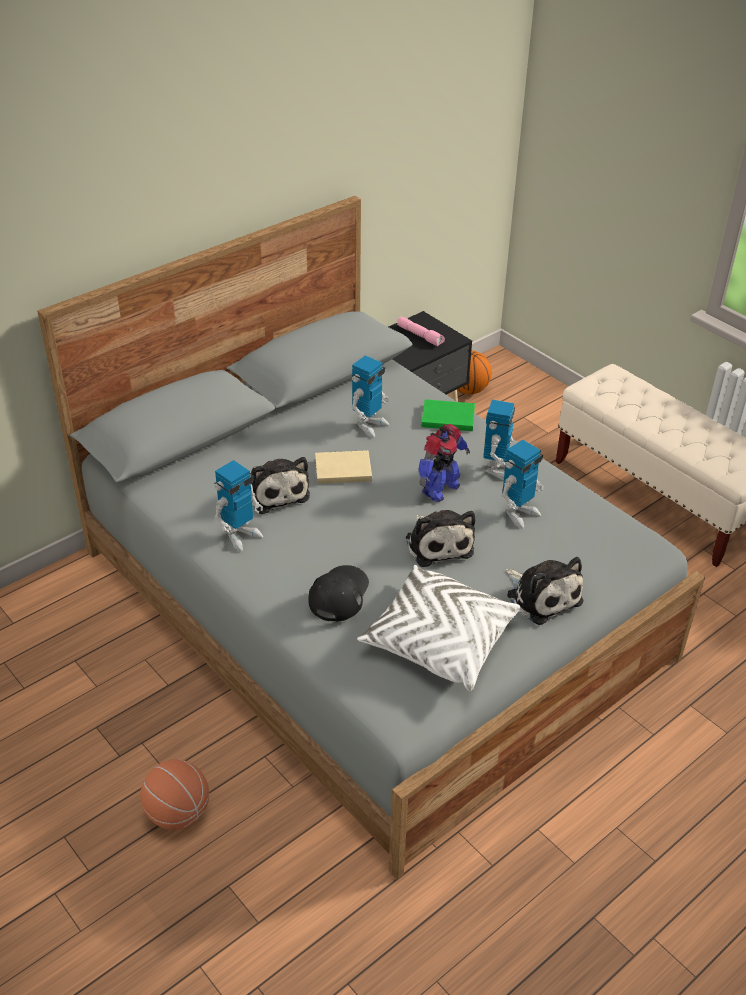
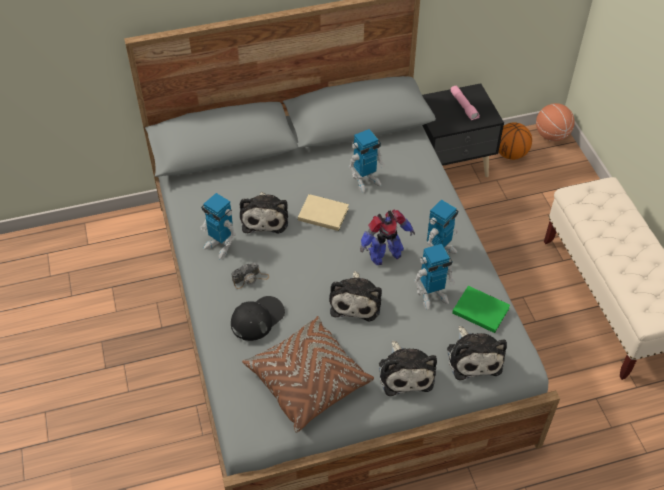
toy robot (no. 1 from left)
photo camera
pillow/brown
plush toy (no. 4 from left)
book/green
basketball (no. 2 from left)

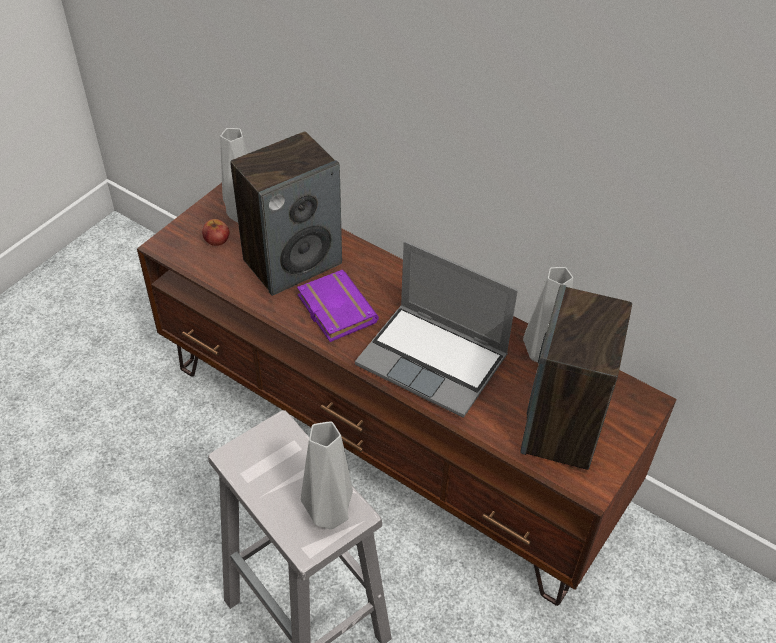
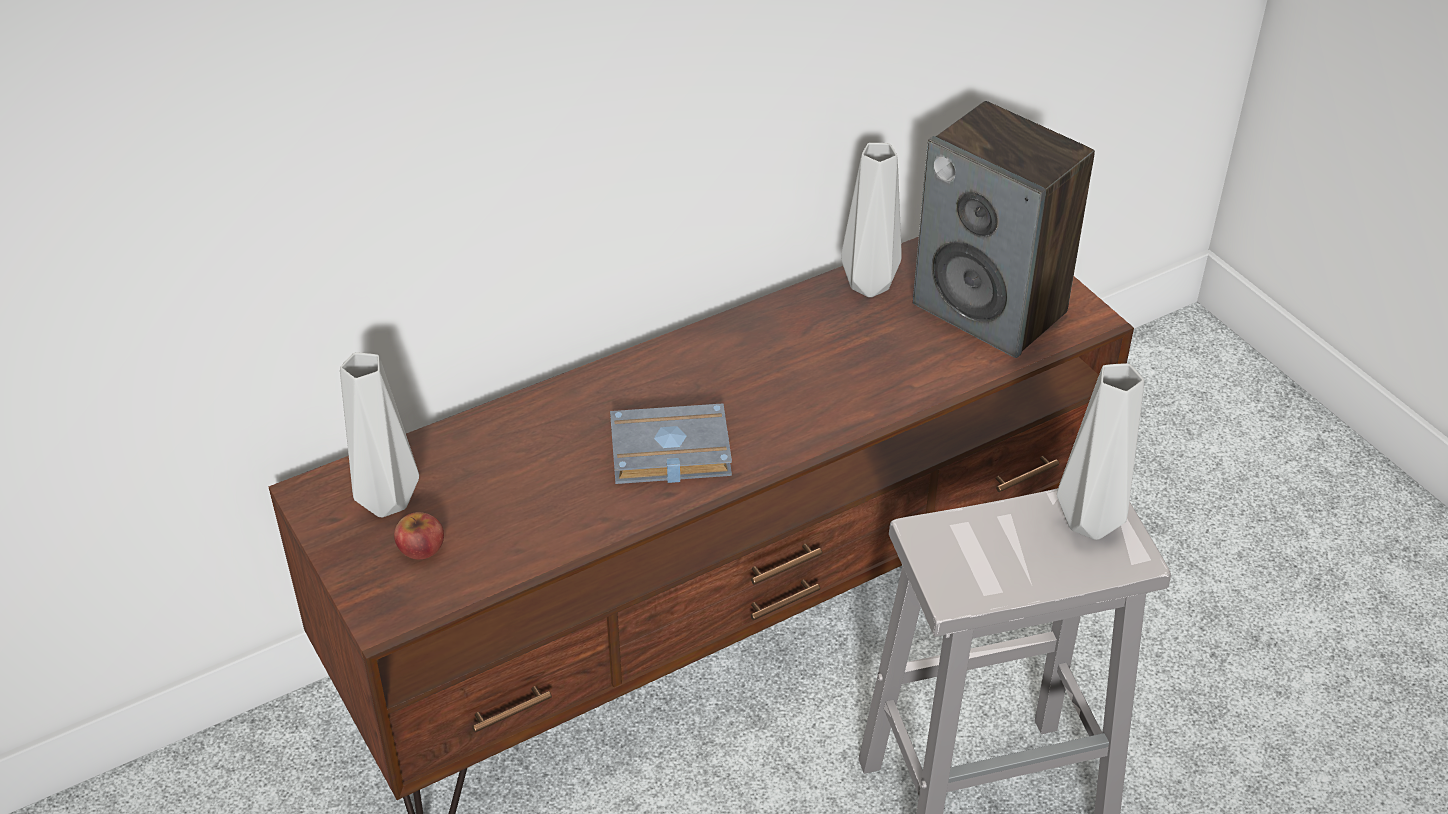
book/grey
speaker (no. 1 from left in the first image)
laptop

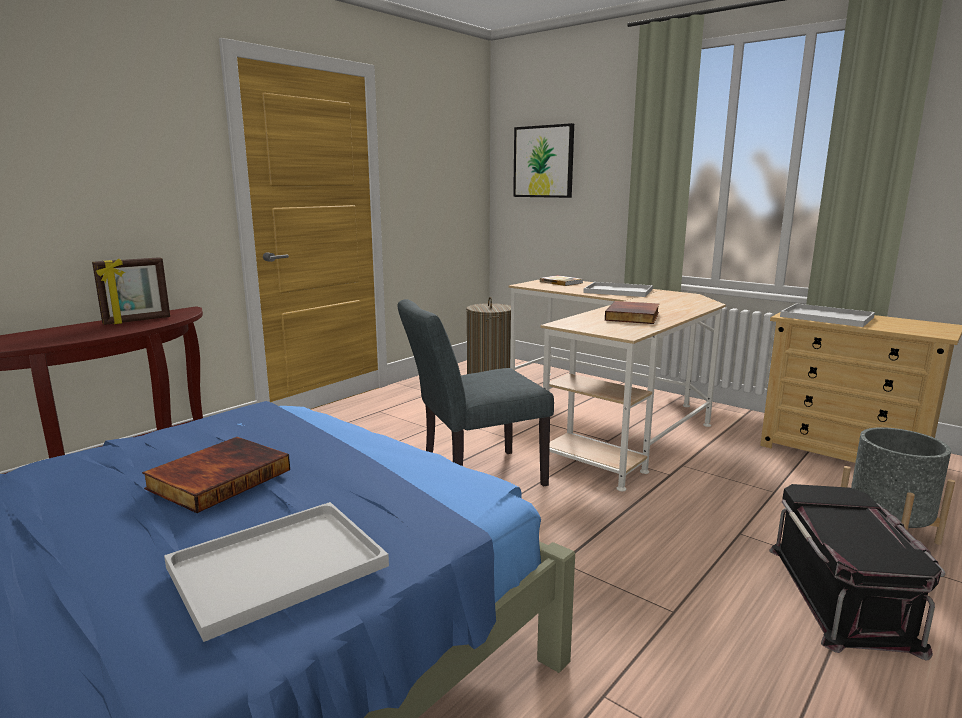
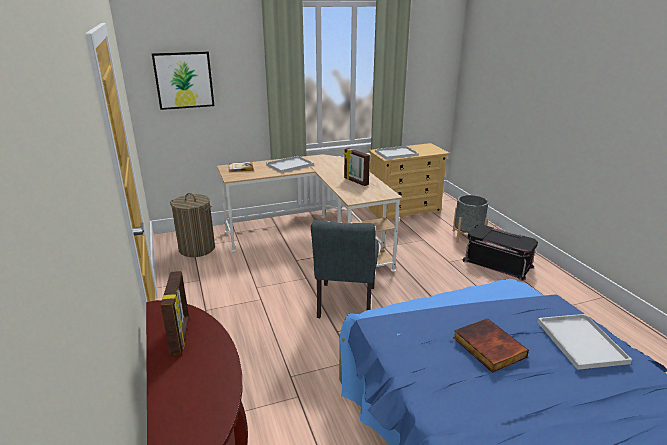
picture frame (no. 2 from left)

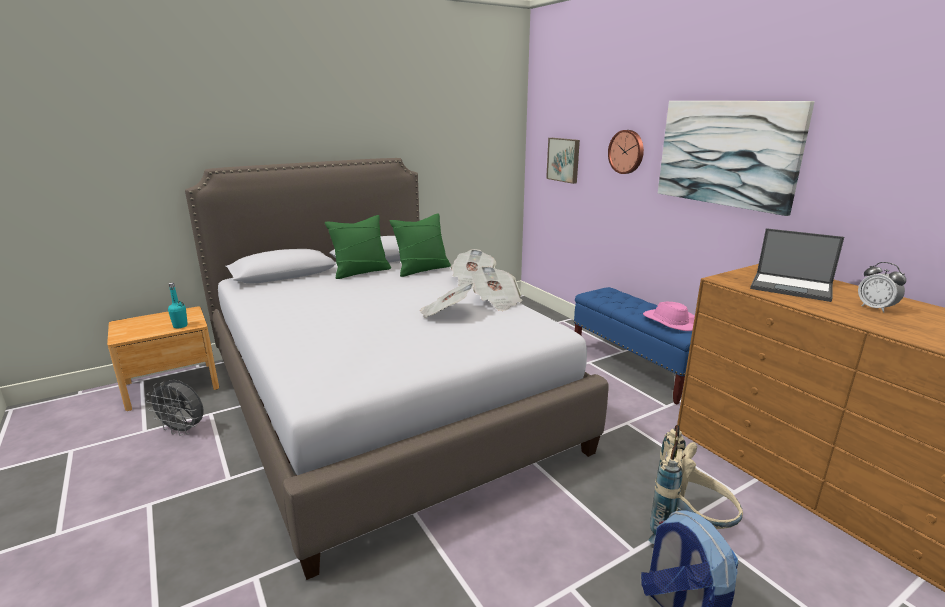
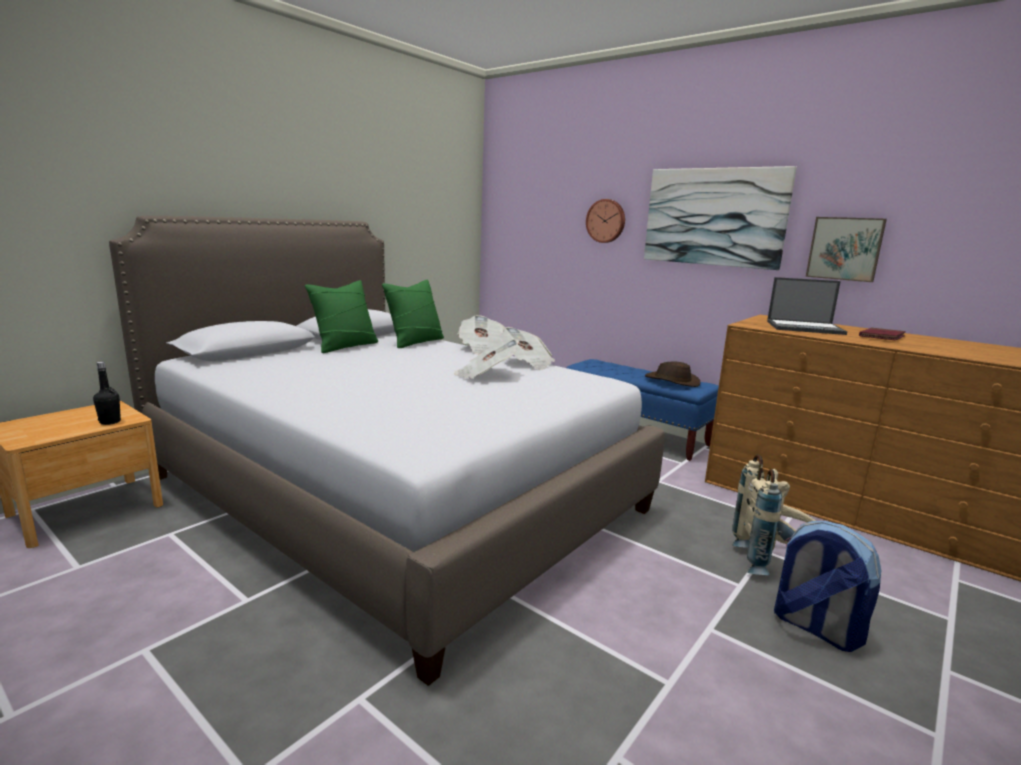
bottle/black
hat/brown
picture (no. 2 from left)
book/red
fan/grey

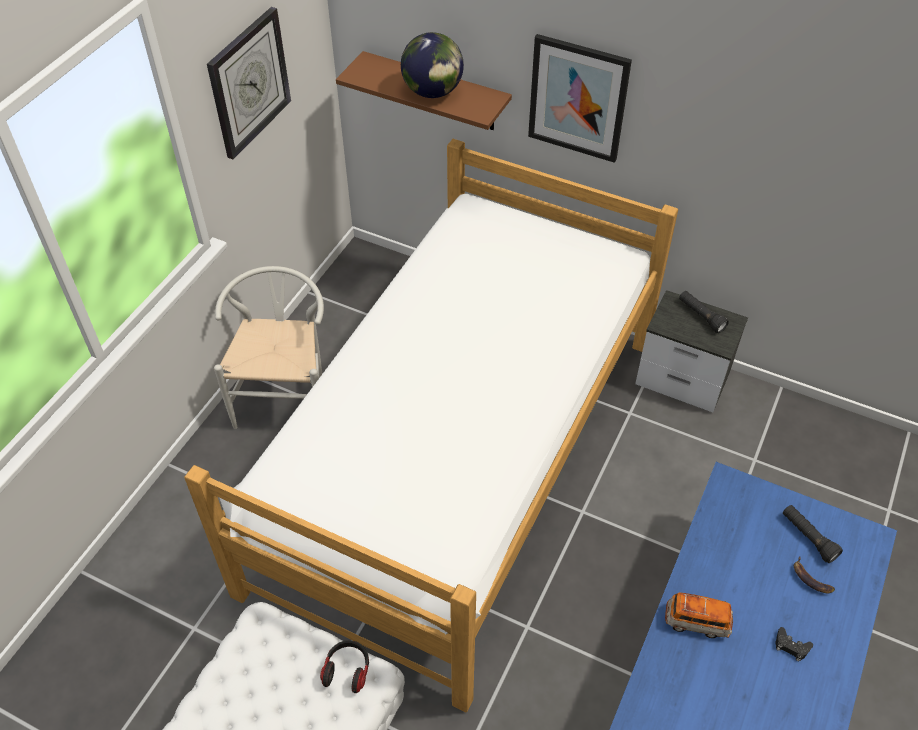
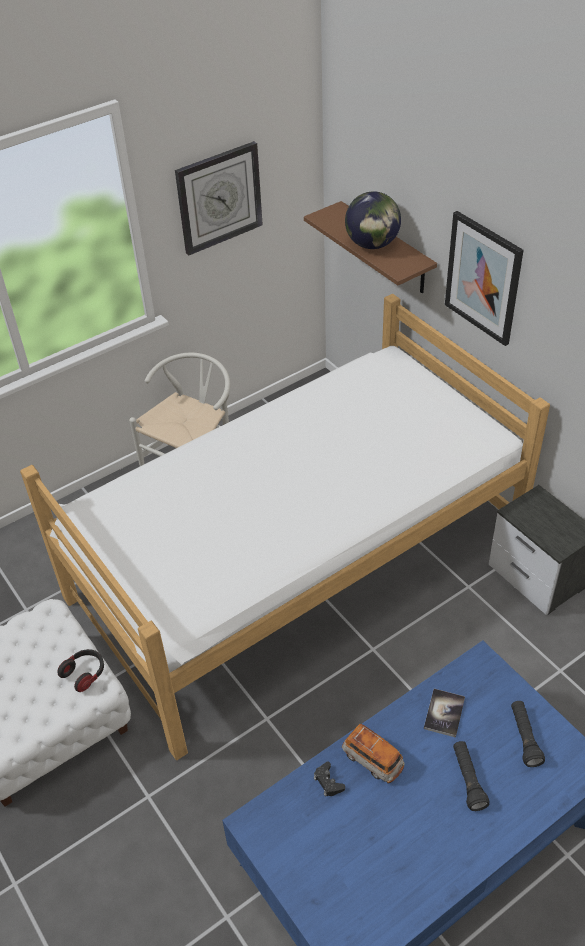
game controller/black
book
flashlight/black (no. 1 from left)
banana

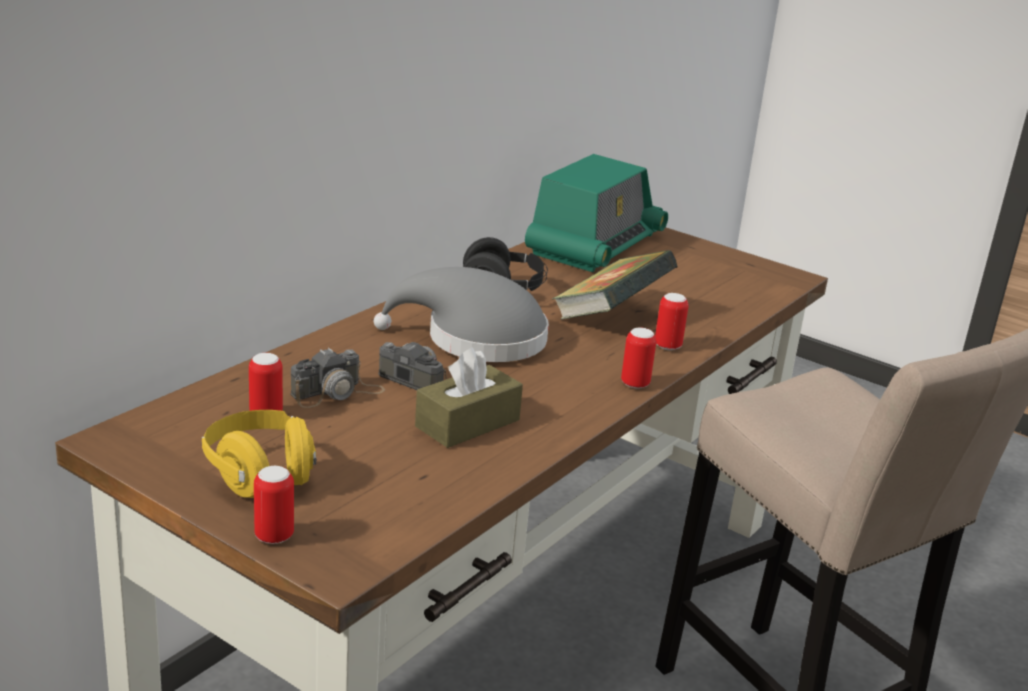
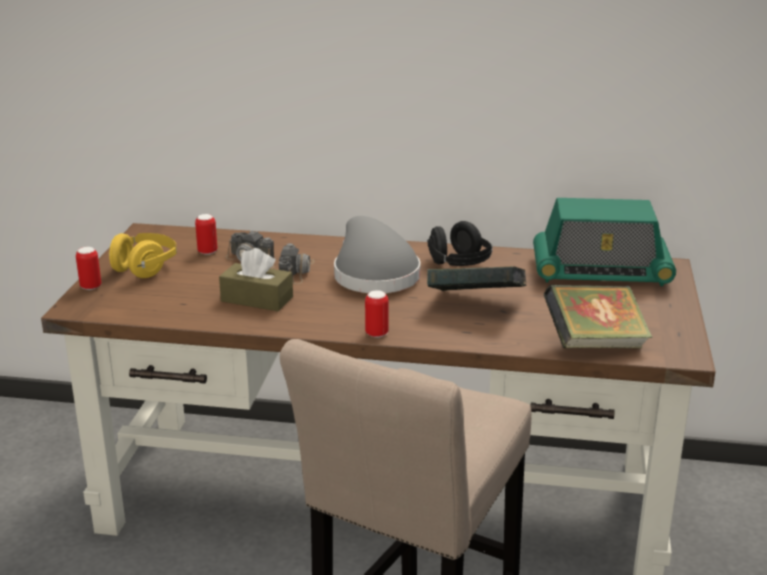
book (no. 2 from left)
can (no. 4 from left in the first image)

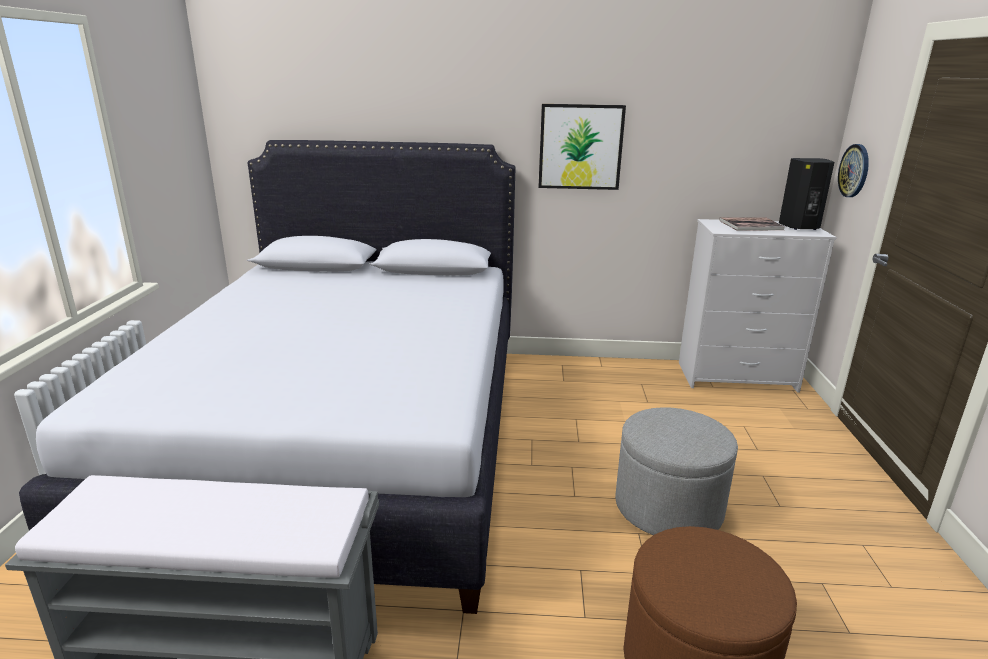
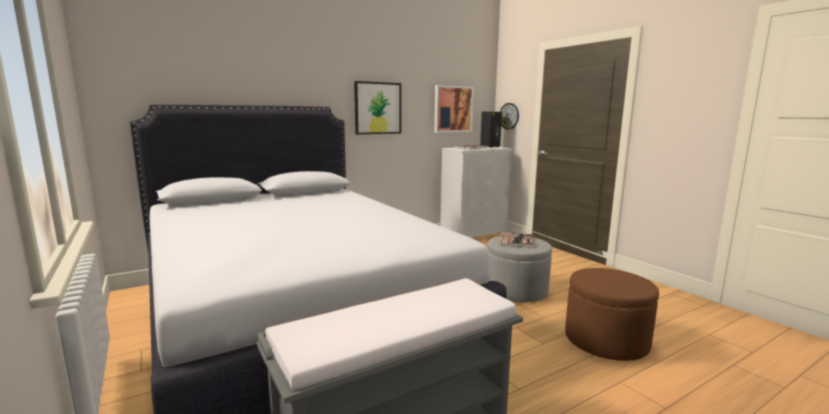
picture (no. 2 from left)
book (no. 2 from left)

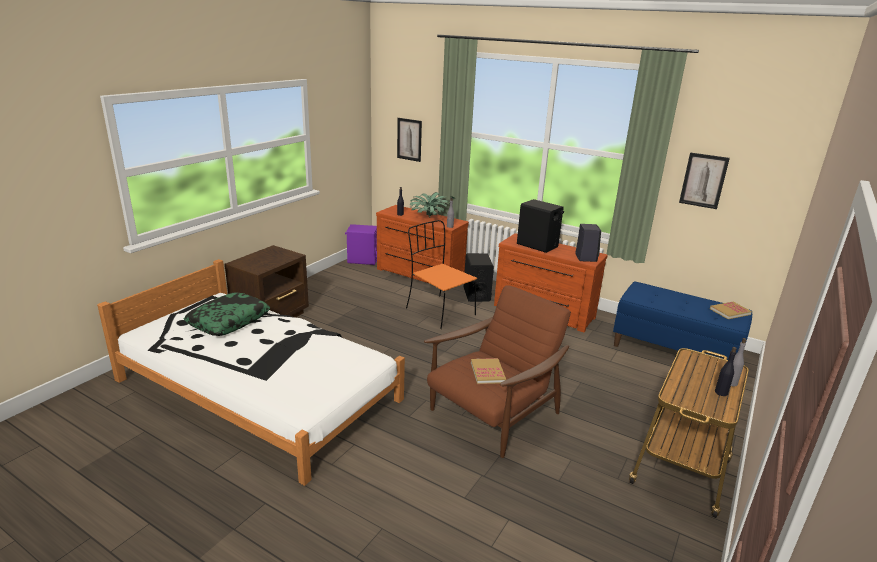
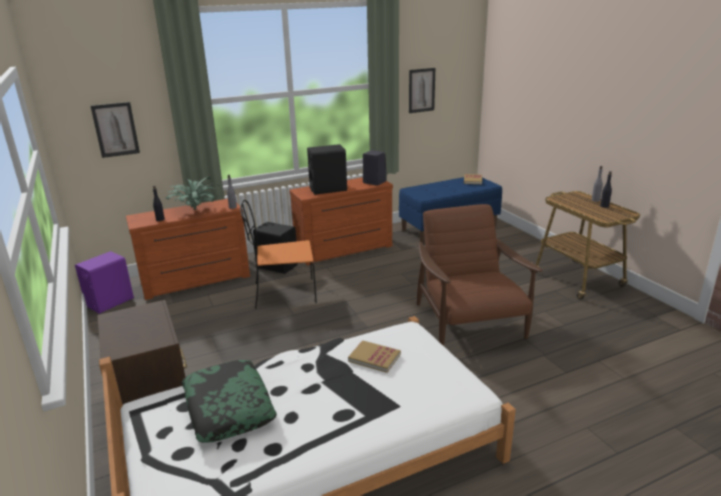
book (no. 1 from left)

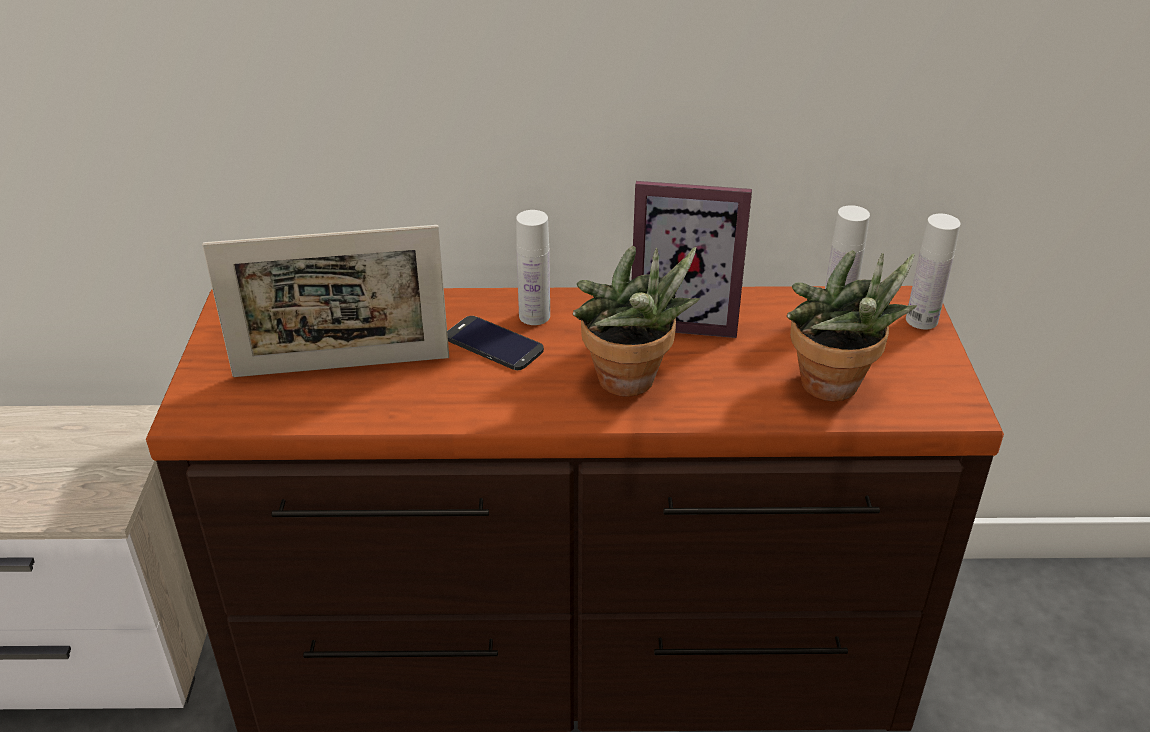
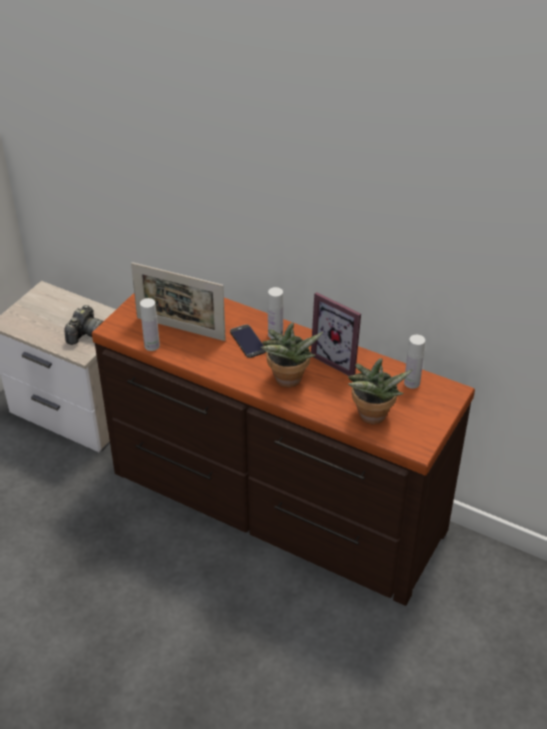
photo camera
bottle/white (no. 1 from left)

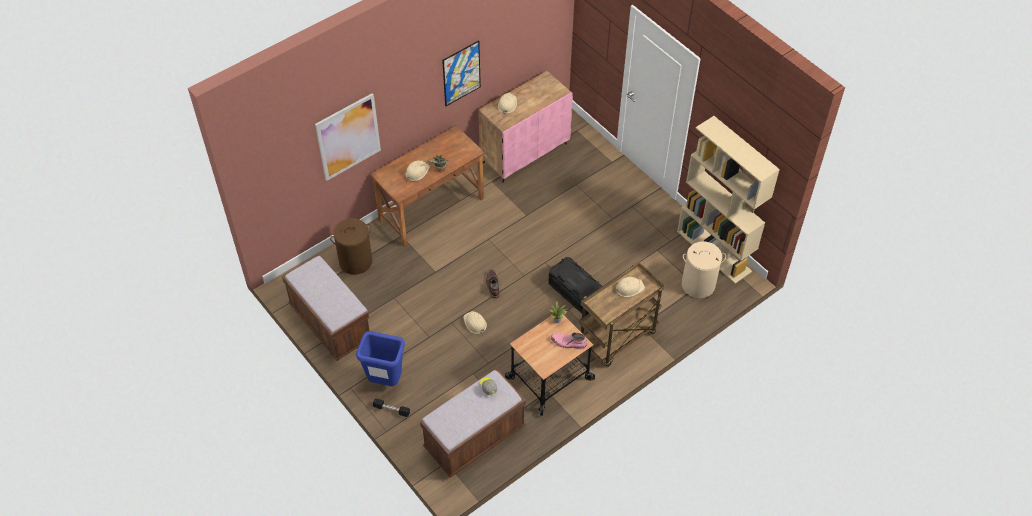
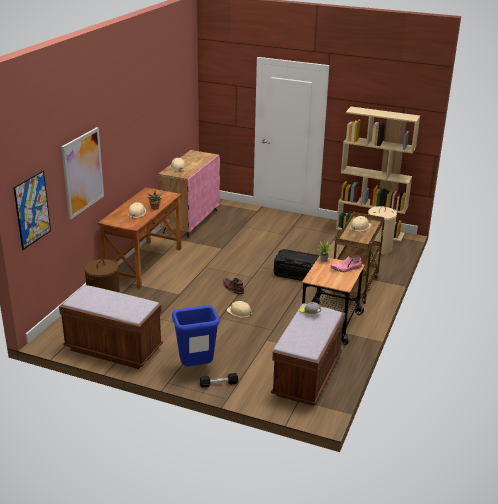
picture (no. 1 from left)

